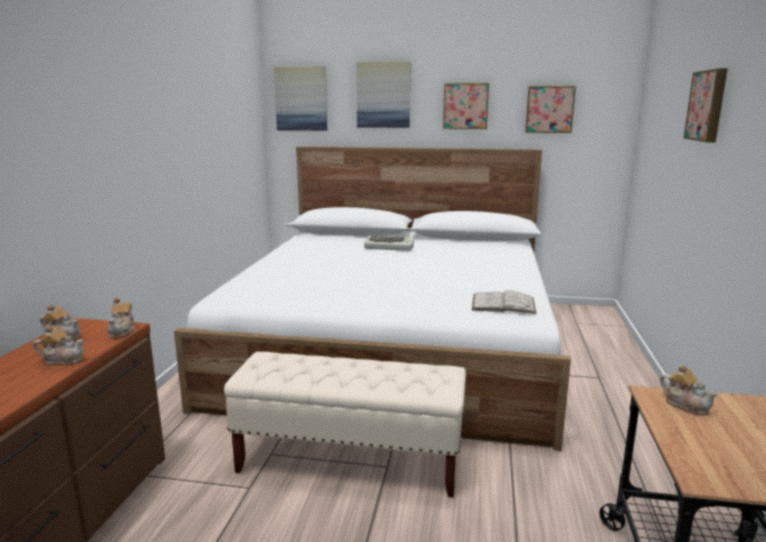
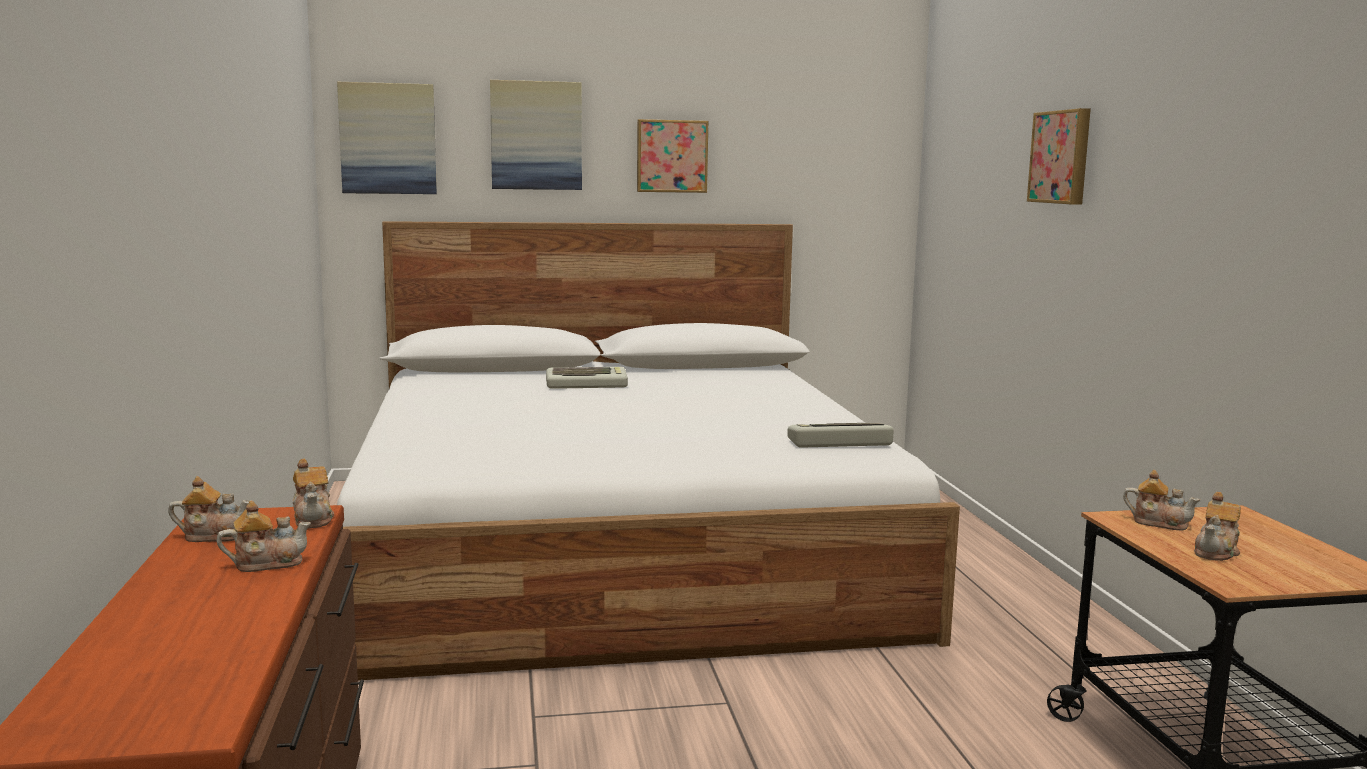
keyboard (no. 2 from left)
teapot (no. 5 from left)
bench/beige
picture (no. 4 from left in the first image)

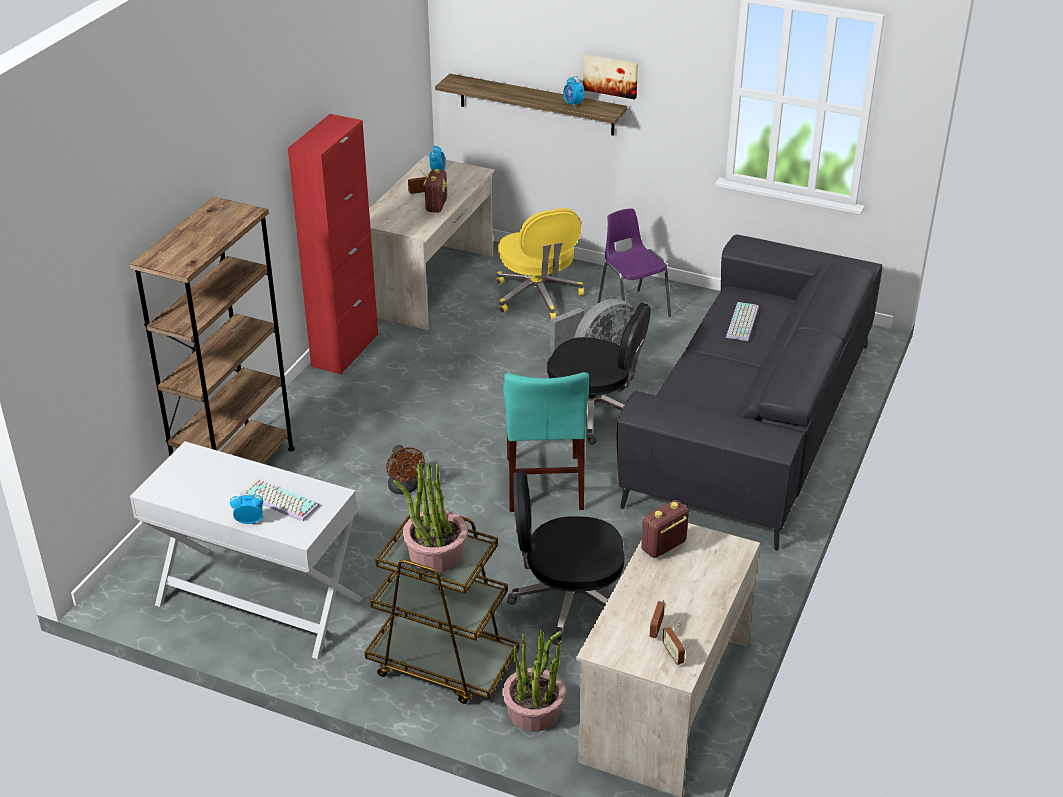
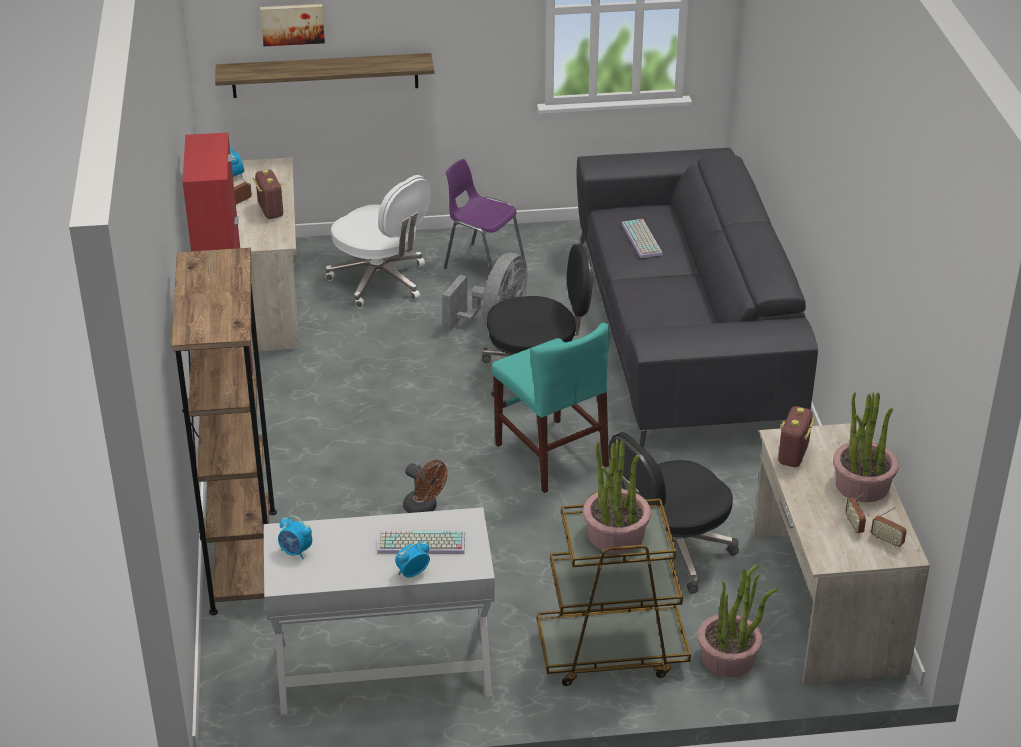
picture
alarm clock (no. 2 from left)
office chair/white
potted plant (no. 3 from left)

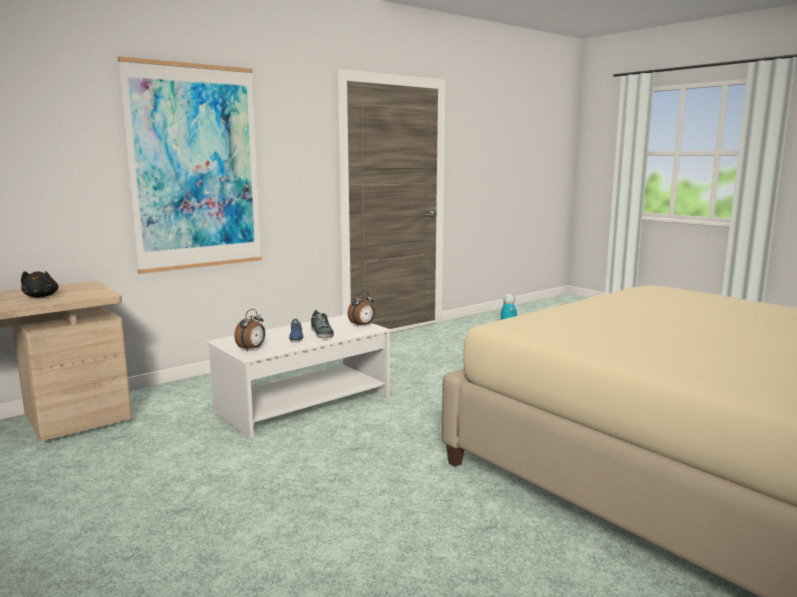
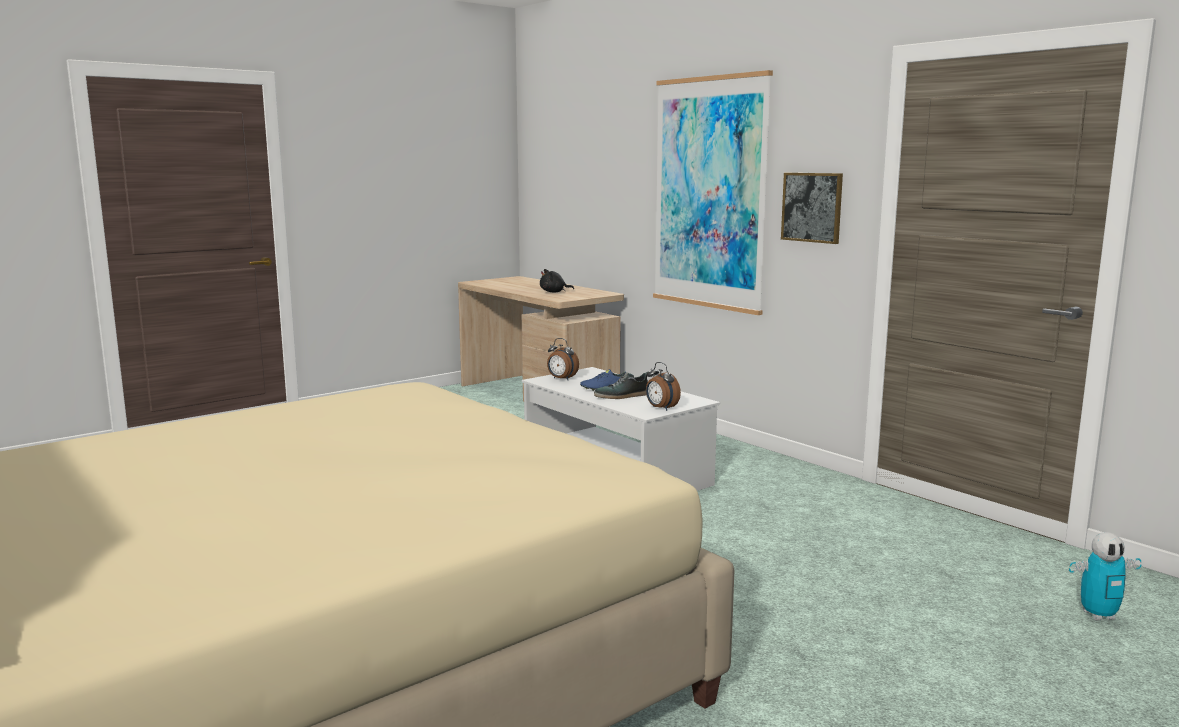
picture (no. 2 from left)

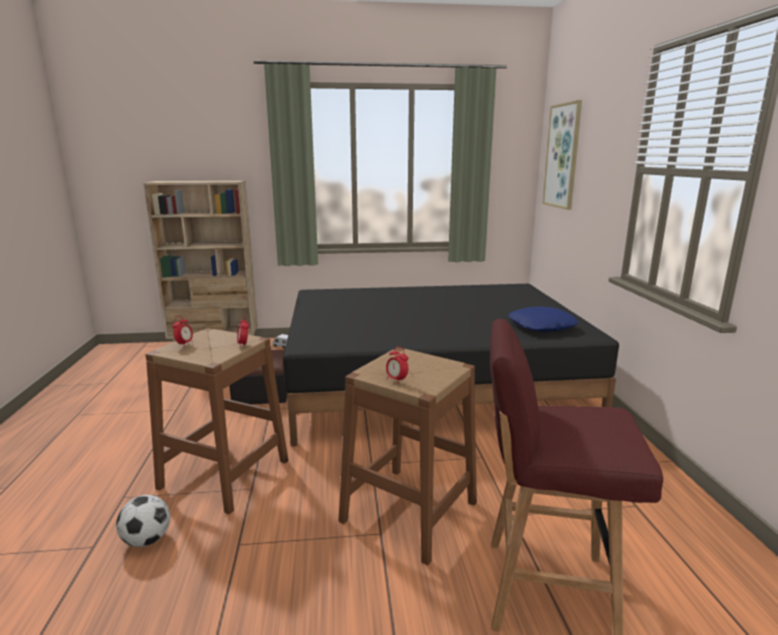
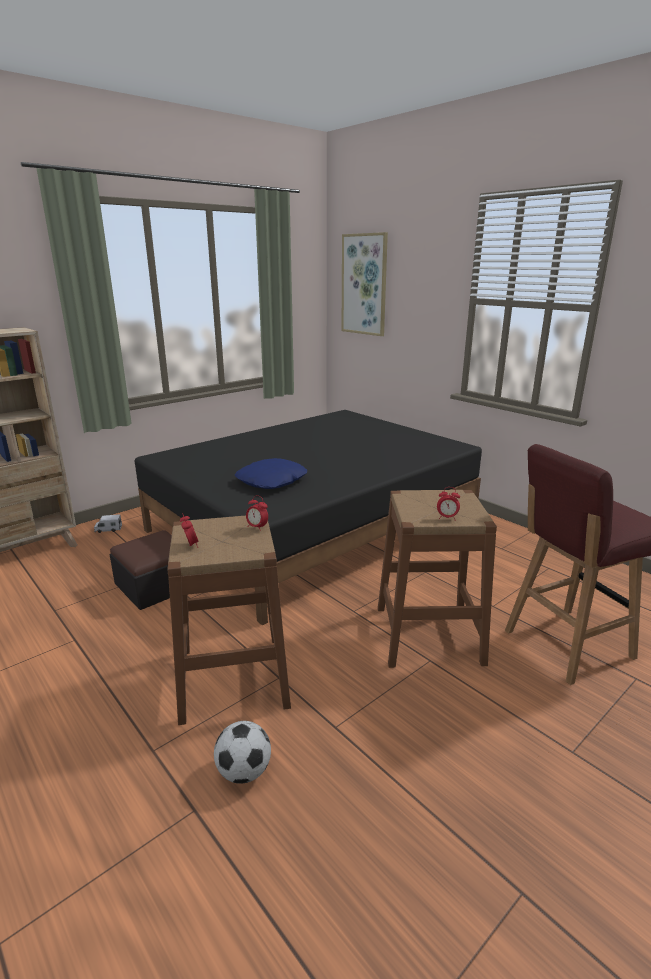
pillow/blue

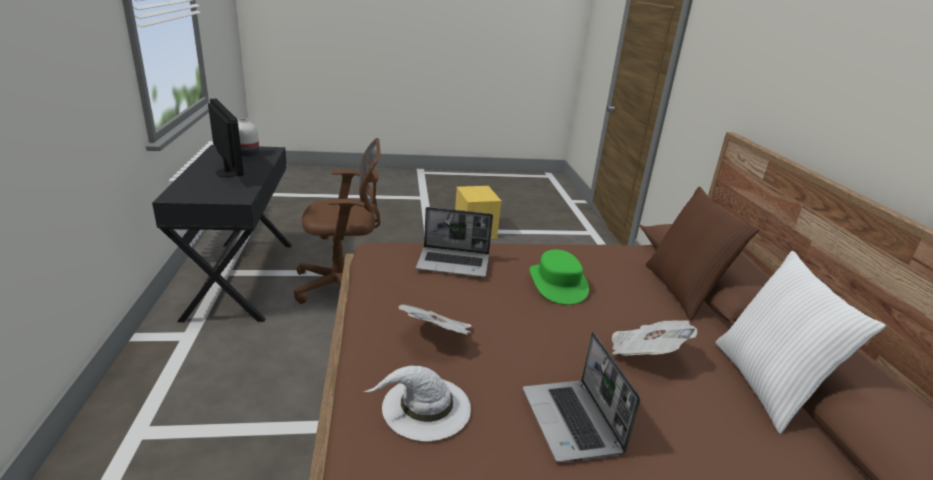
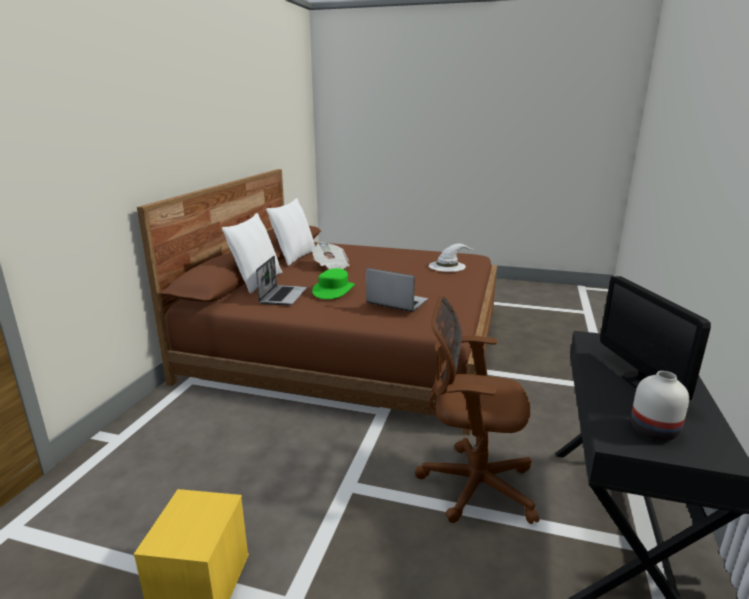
pillow/white (no. 1 from left)
laptop (no. 1 from left)
newspaper (no. 1 from left in the first image)

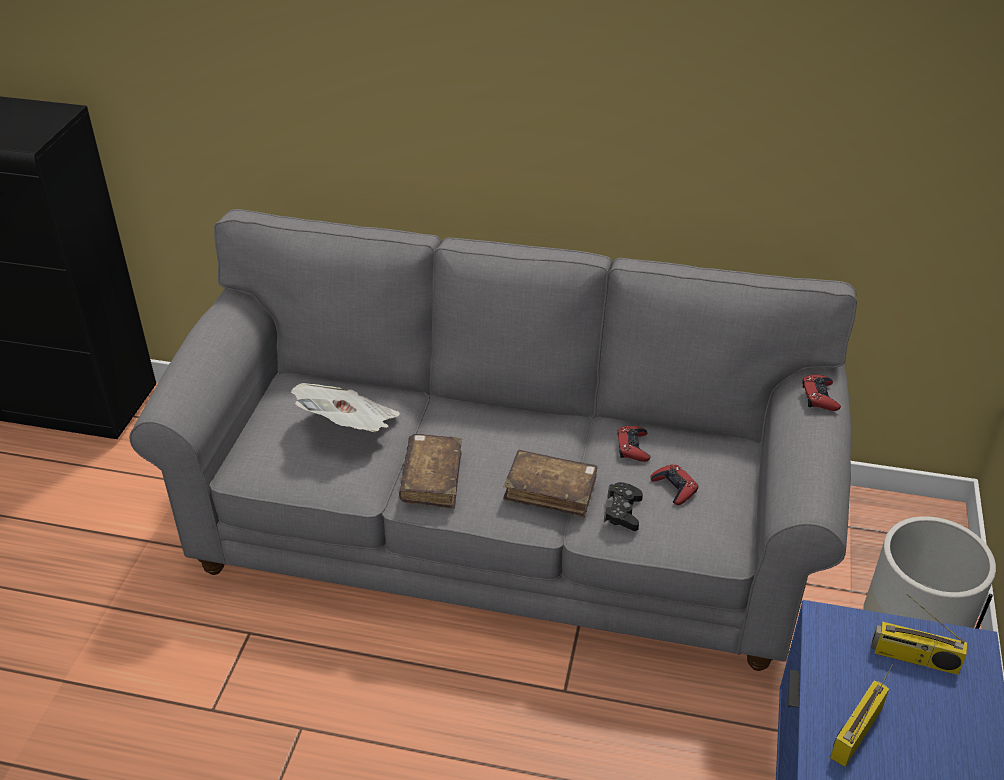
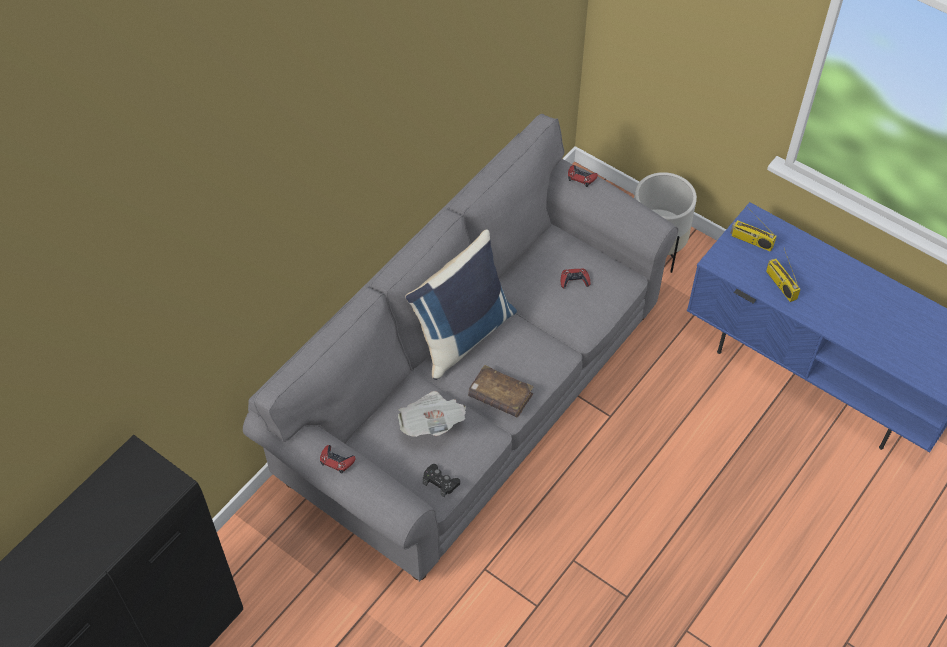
game controller/red (no. 1 from left)
pillow/blue
game controller/black
radio (no. 1 from left)
book/brown (no. 2 from left in the first image)

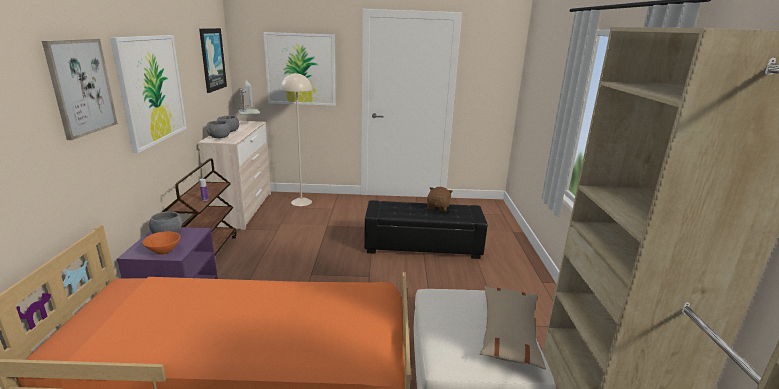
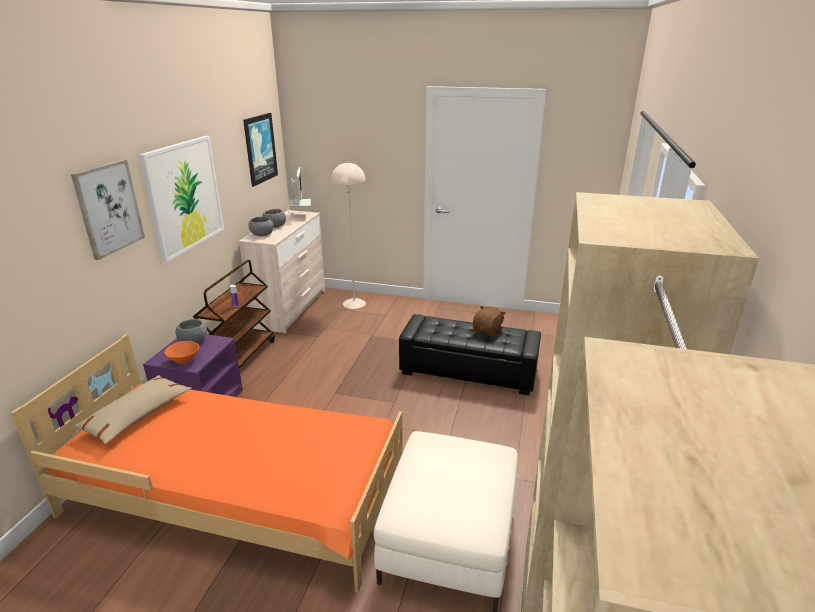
pillow/beige
picture (no. 4 from left in the first image)

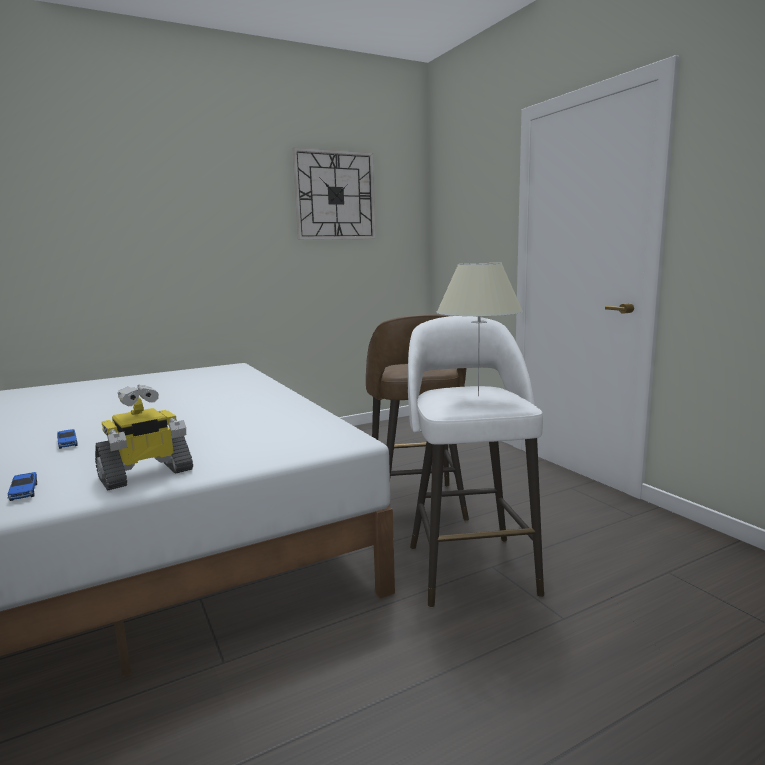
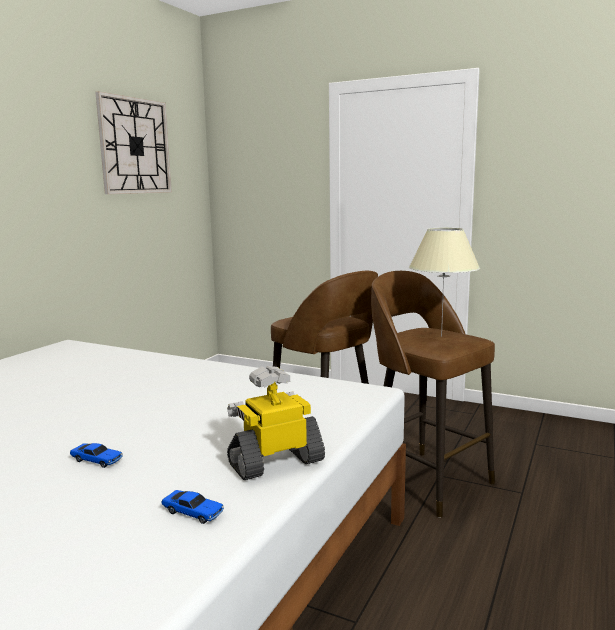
toy robot
stool/brown (no. 2 from left)

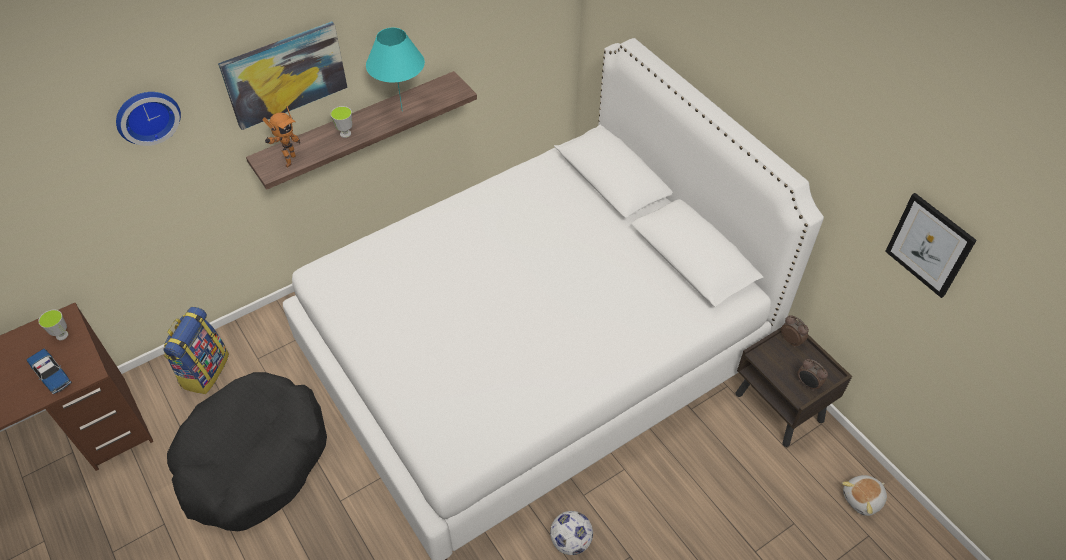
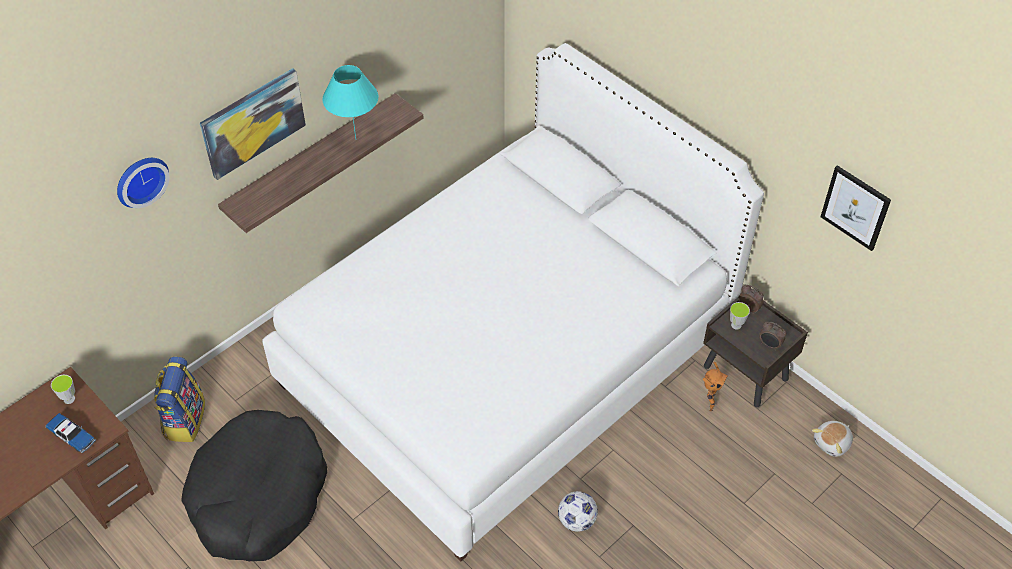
toy robot
cup (no. 2 from left)

